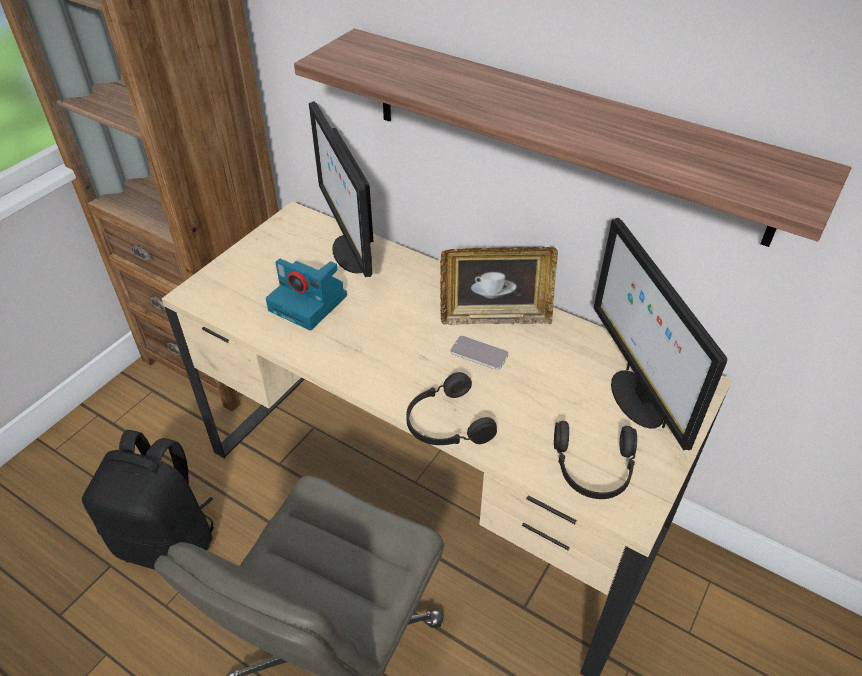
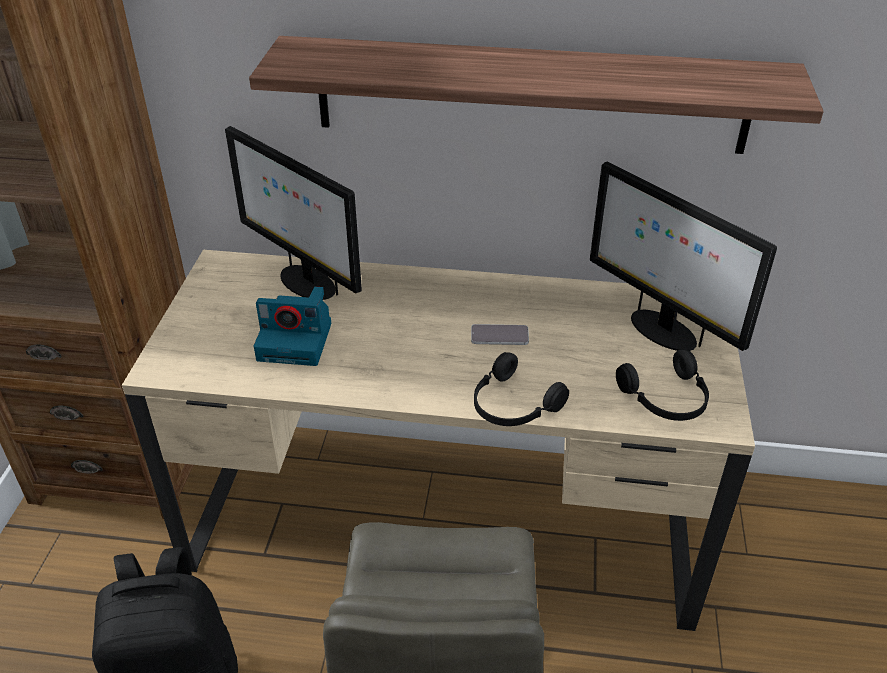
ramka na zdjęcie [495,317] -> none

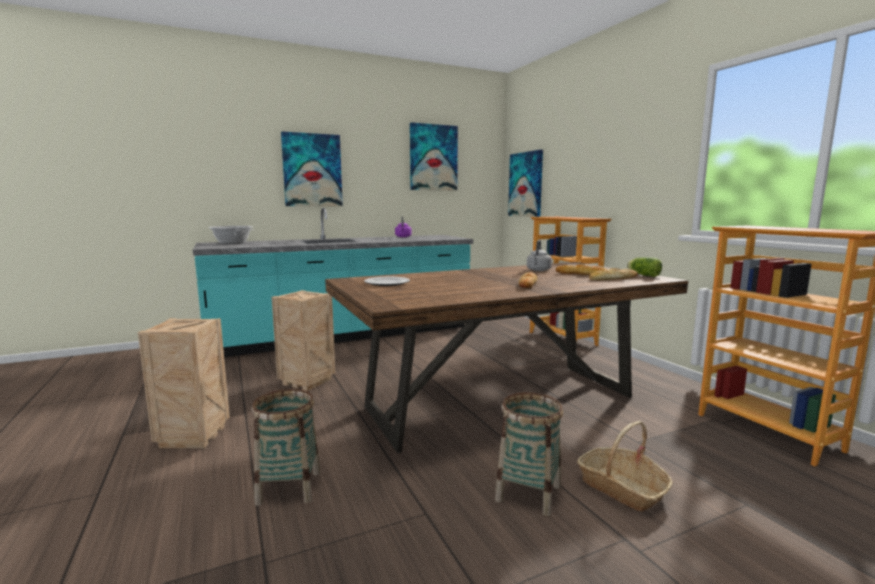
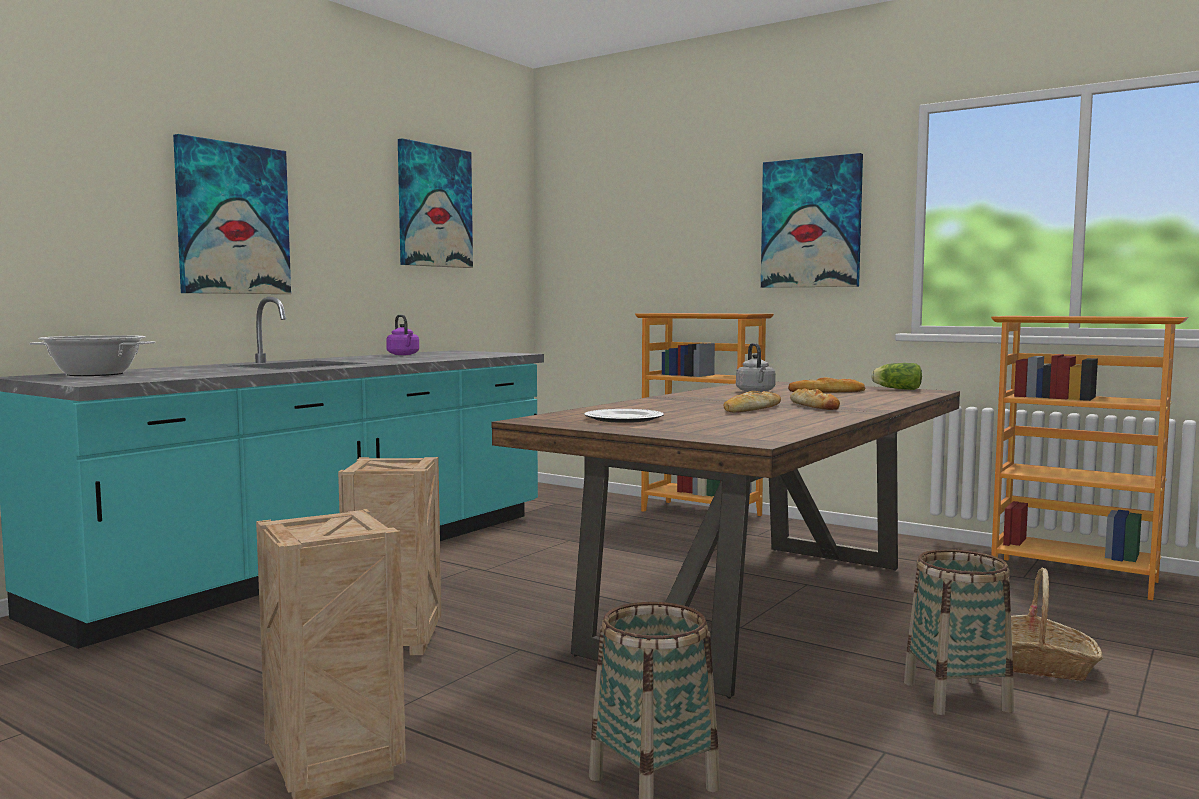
obraz [526,184] -> obraz [811,223], move
chleb [612,279] -> chleb [752,409], move

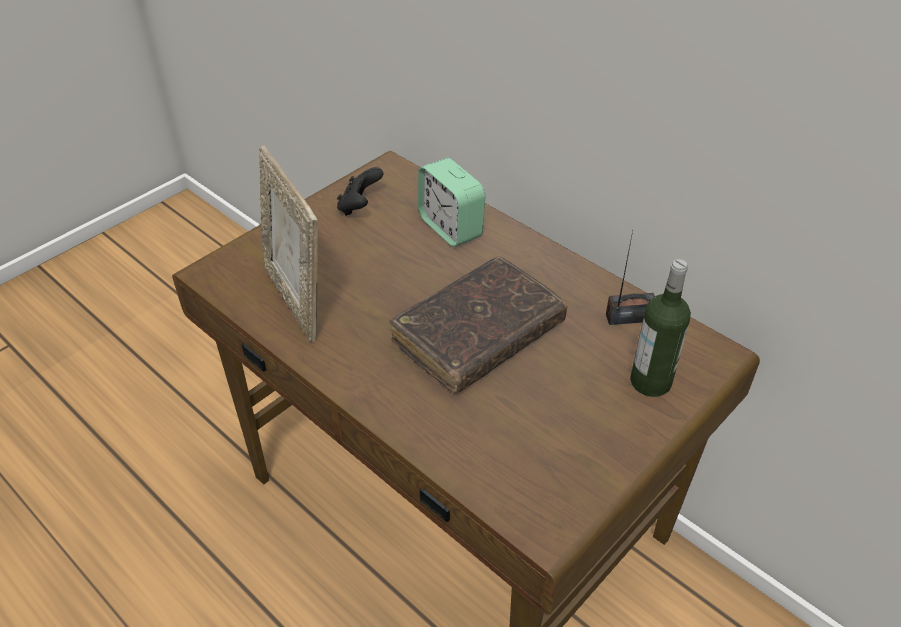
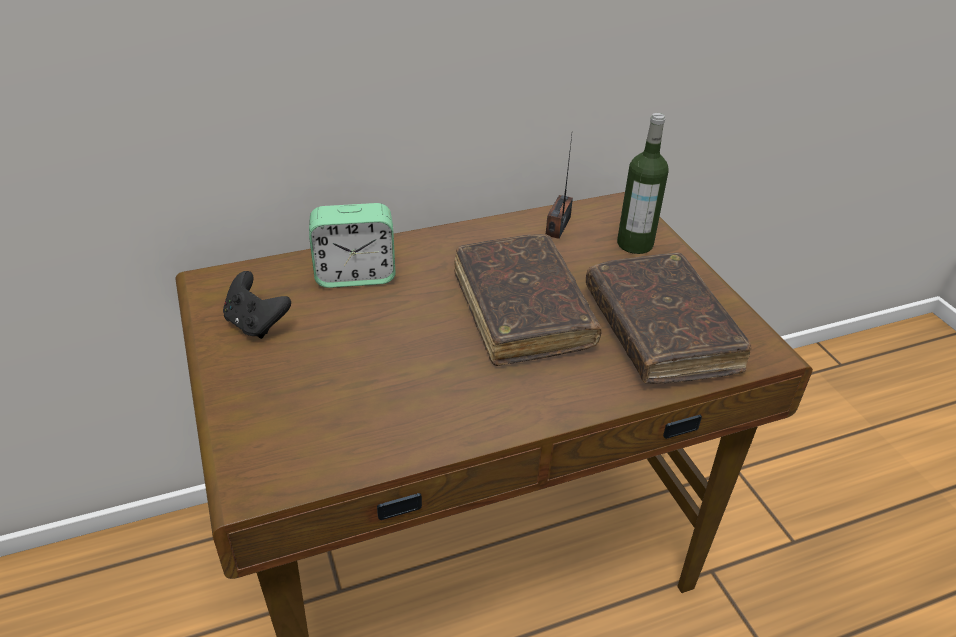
ramka na zdjęcie [297,299] -> none
none -> książka (brązowy) [660,331]

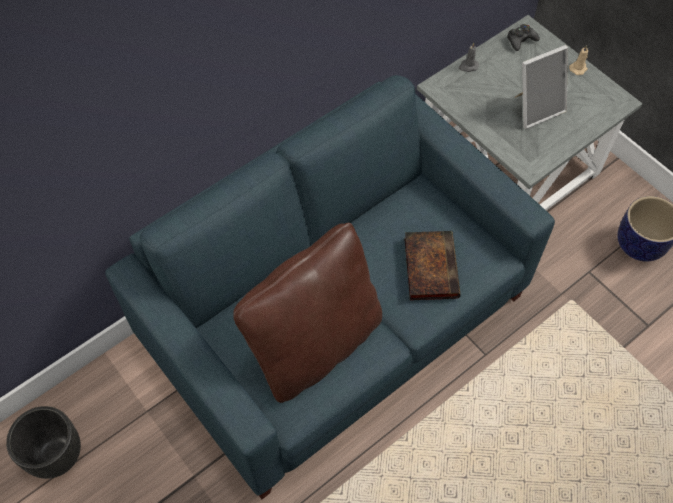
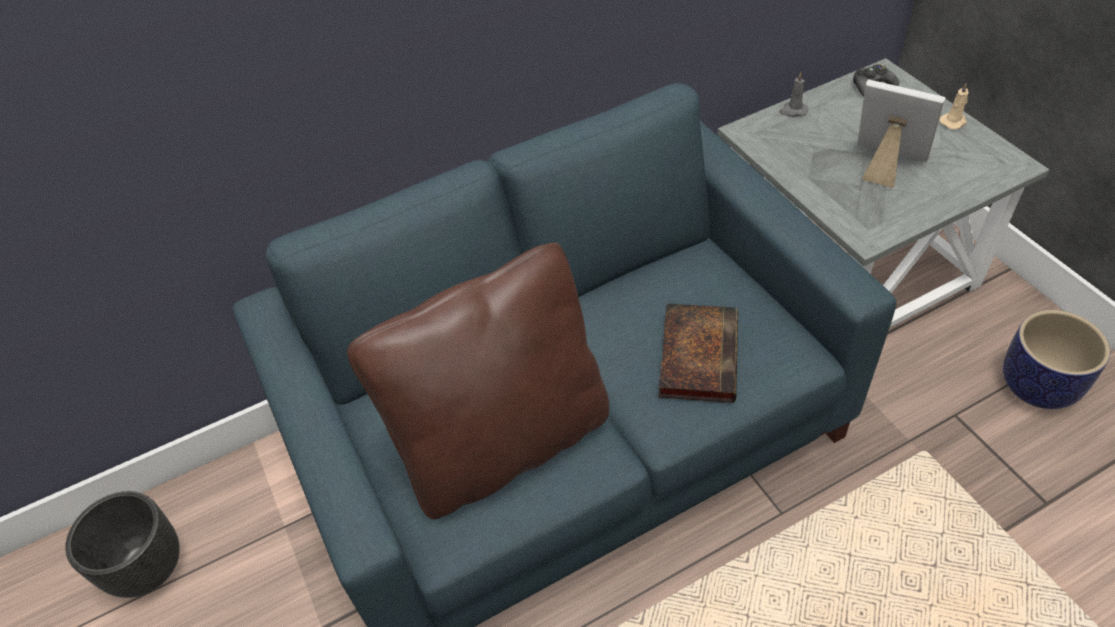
ramka na zdjęcie [536,108] -> ramka na zdjęcie [885,165], 135 degrees counterclockwise

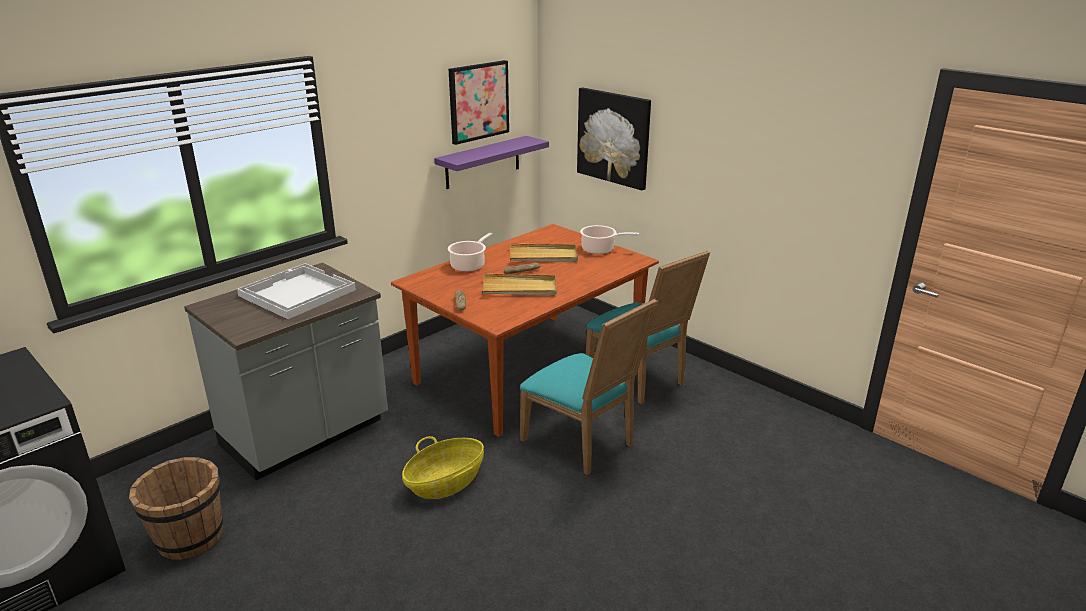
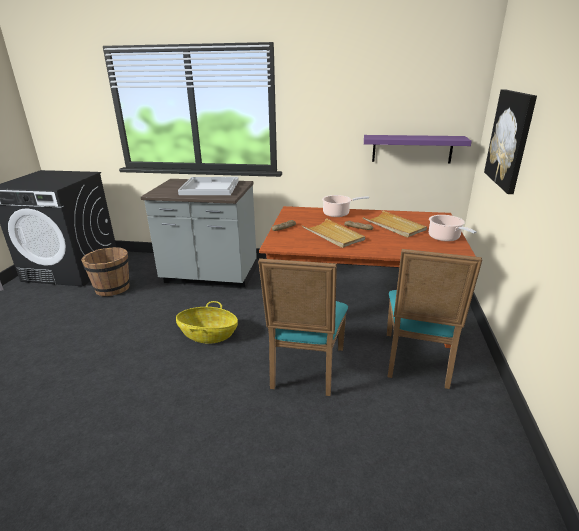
obraz [478,101] -> none

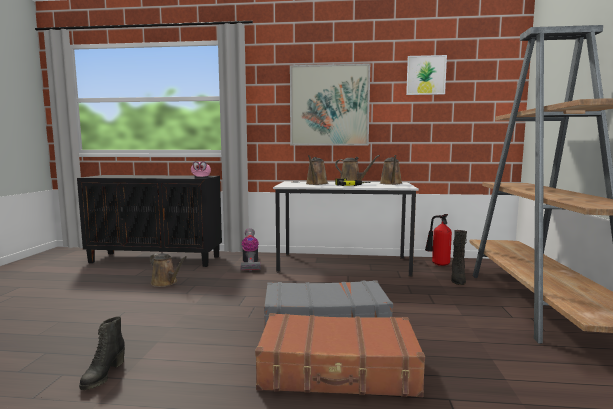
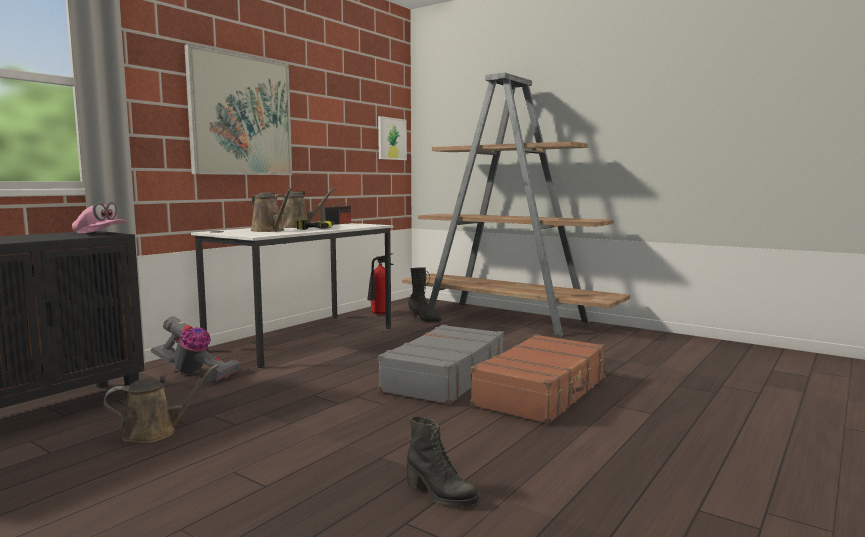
obraz [426,75] -> obraz [391,139], move
konewka (brązowy) [391,183] -> radio [336,224]

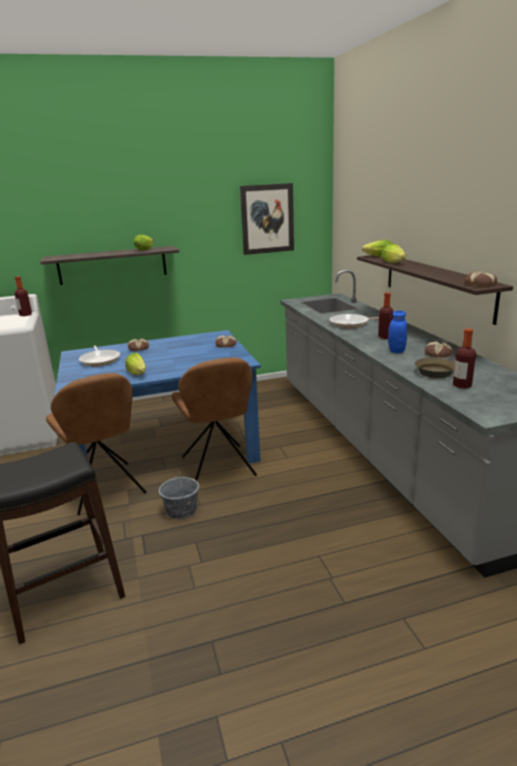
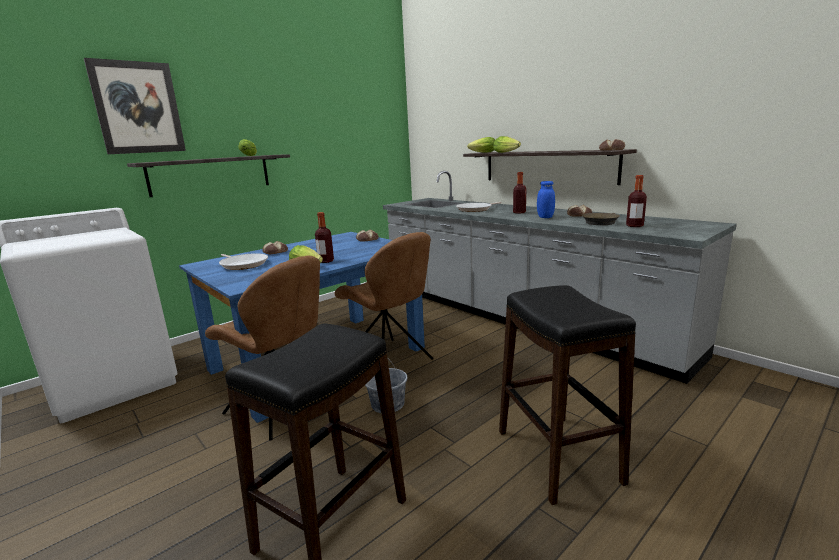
obraz [267,219] -> obraz [138,108], move
butelka [25,315] -> butelka [326,261], move
none -> stołek (czarny) [558,456]

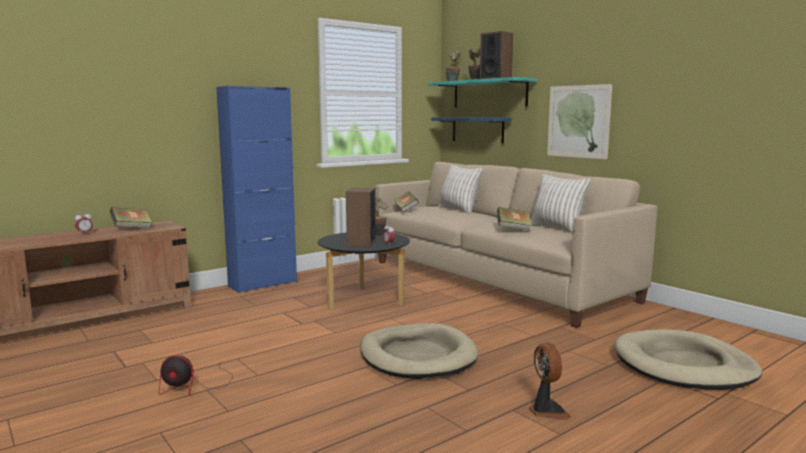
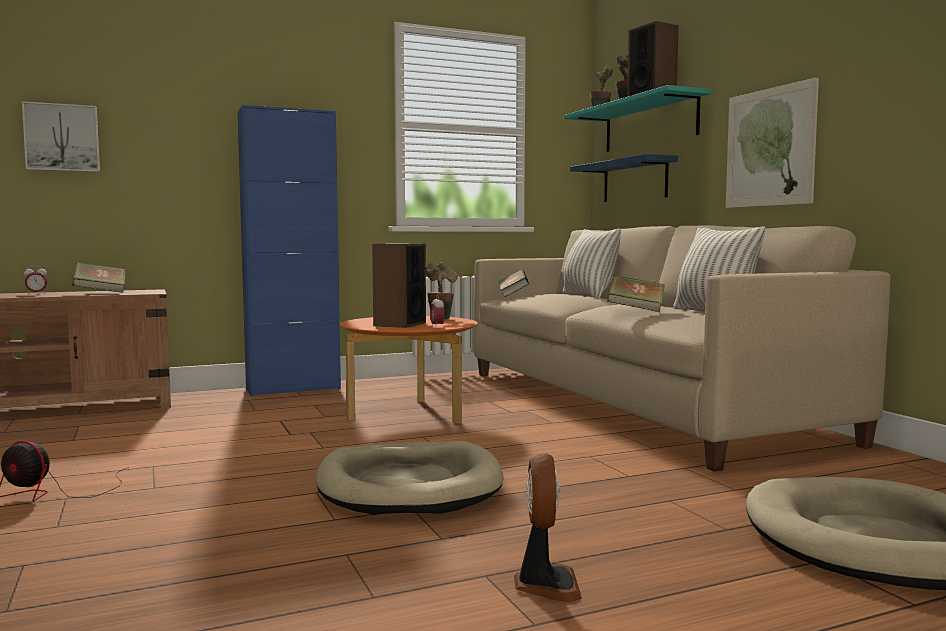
ława (czarny) [364,299] -> ława (pomarańczowy) [409,413]
none -> obraz [62,138]

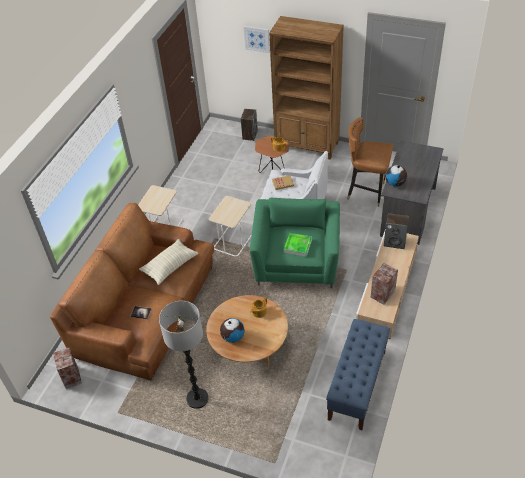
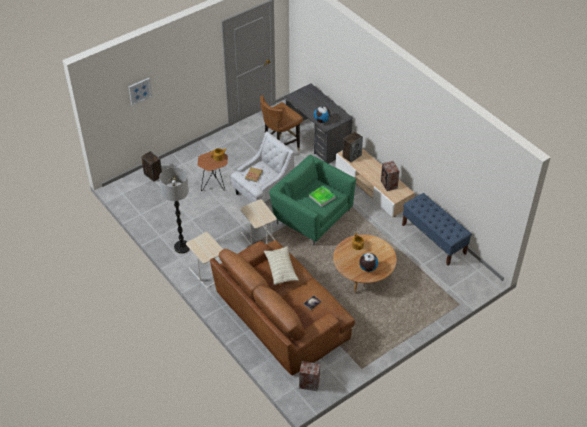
regał (brązowy) [307,146] -> none
lampa stojąca [197,399] -> lampa stojąca [182,247], move

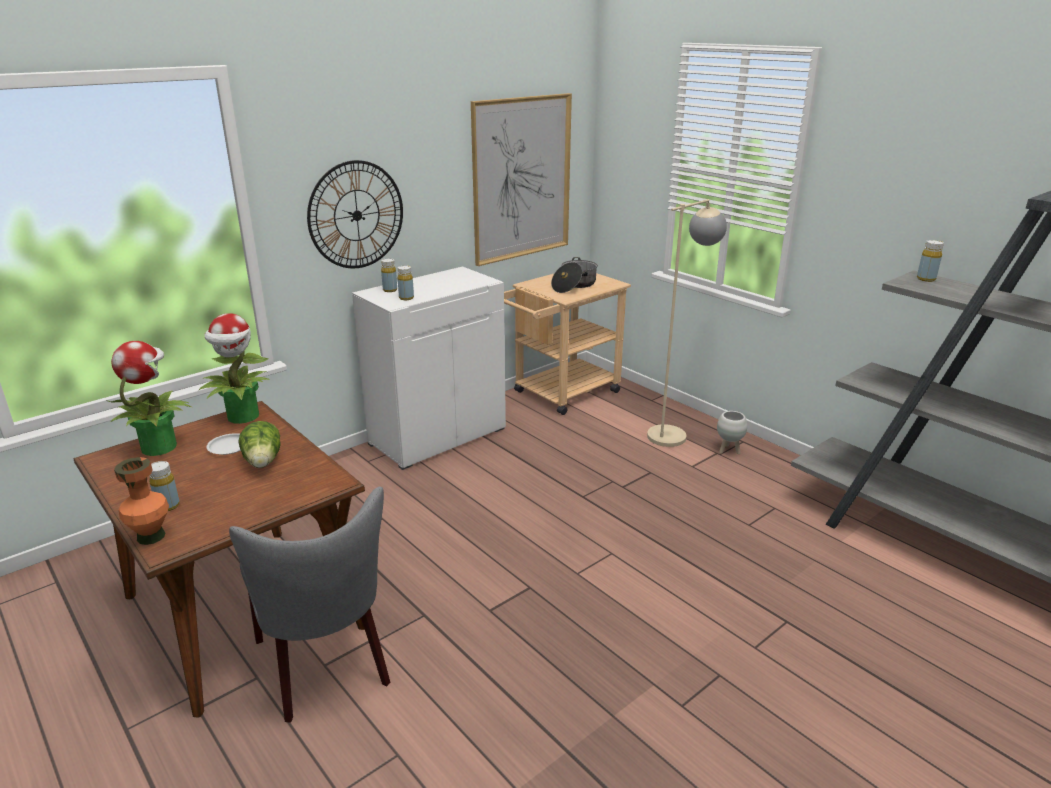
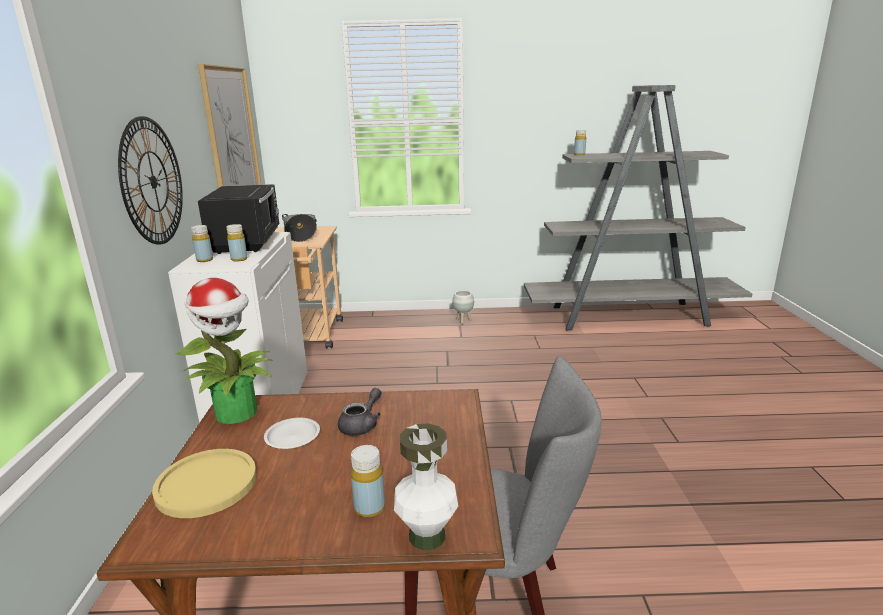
lampa stojąca (beżowy) [674,432] -> none
roślina doniczkowa [159,446] -> talerz (żółty) [206,484]
sałata [263,462] -> imbryk (szary) [362,425]
wazon (pomarańczowy) [150,536] -> wazon (biały) [426,536]
none -> mikrofalówka (czarny) [248,242]

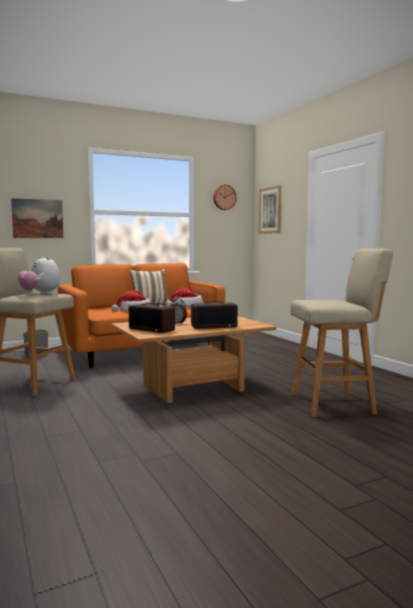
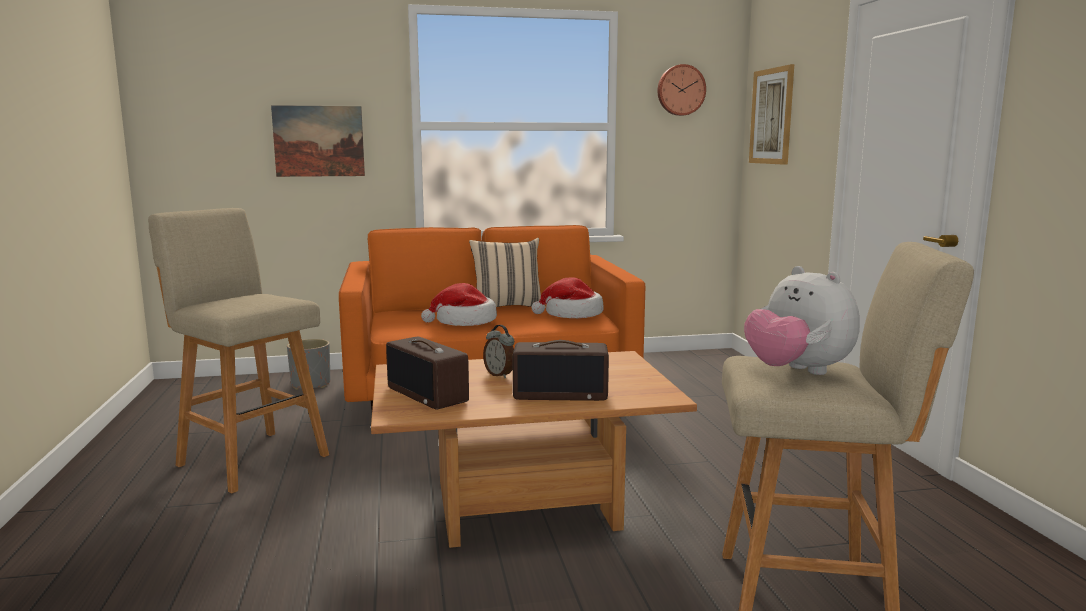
pluszak [40,294] -> pluszak [797,372], move

